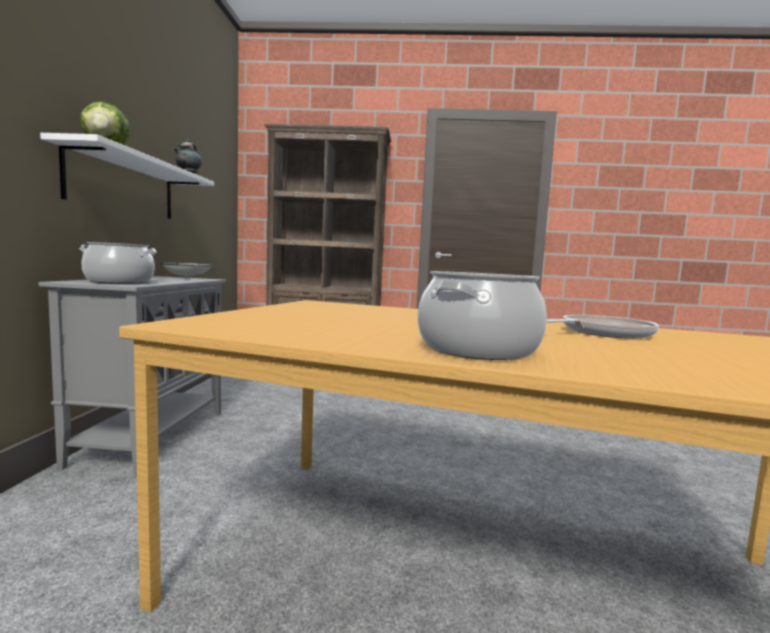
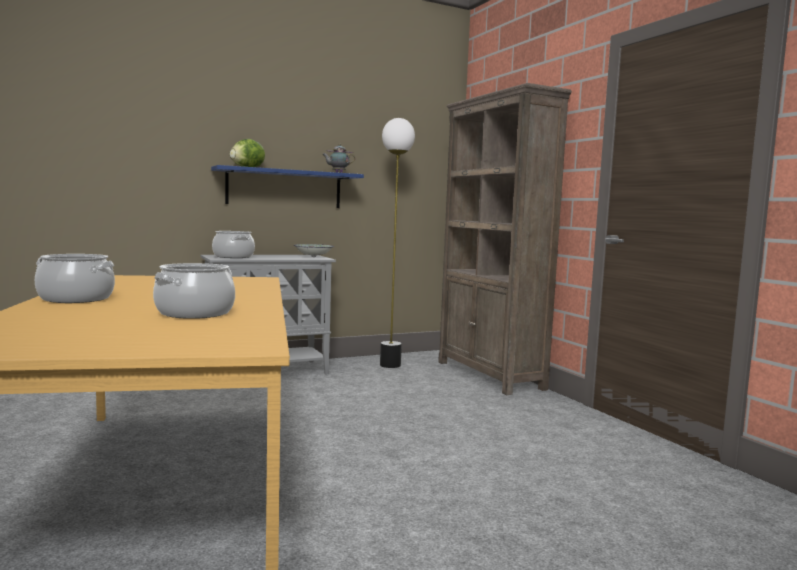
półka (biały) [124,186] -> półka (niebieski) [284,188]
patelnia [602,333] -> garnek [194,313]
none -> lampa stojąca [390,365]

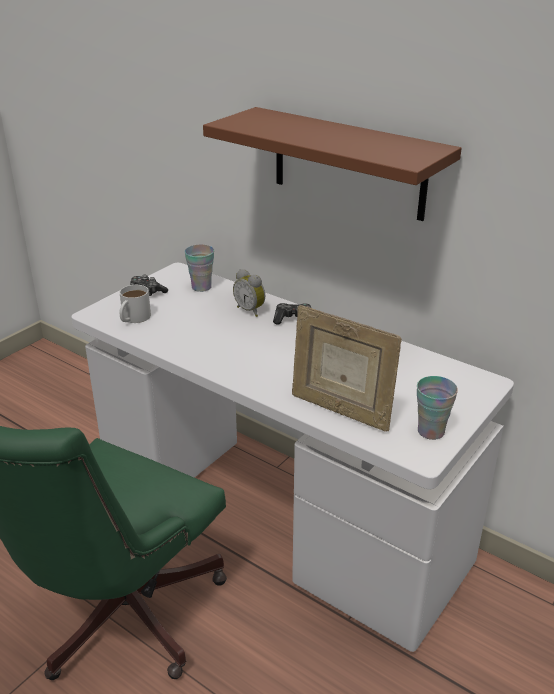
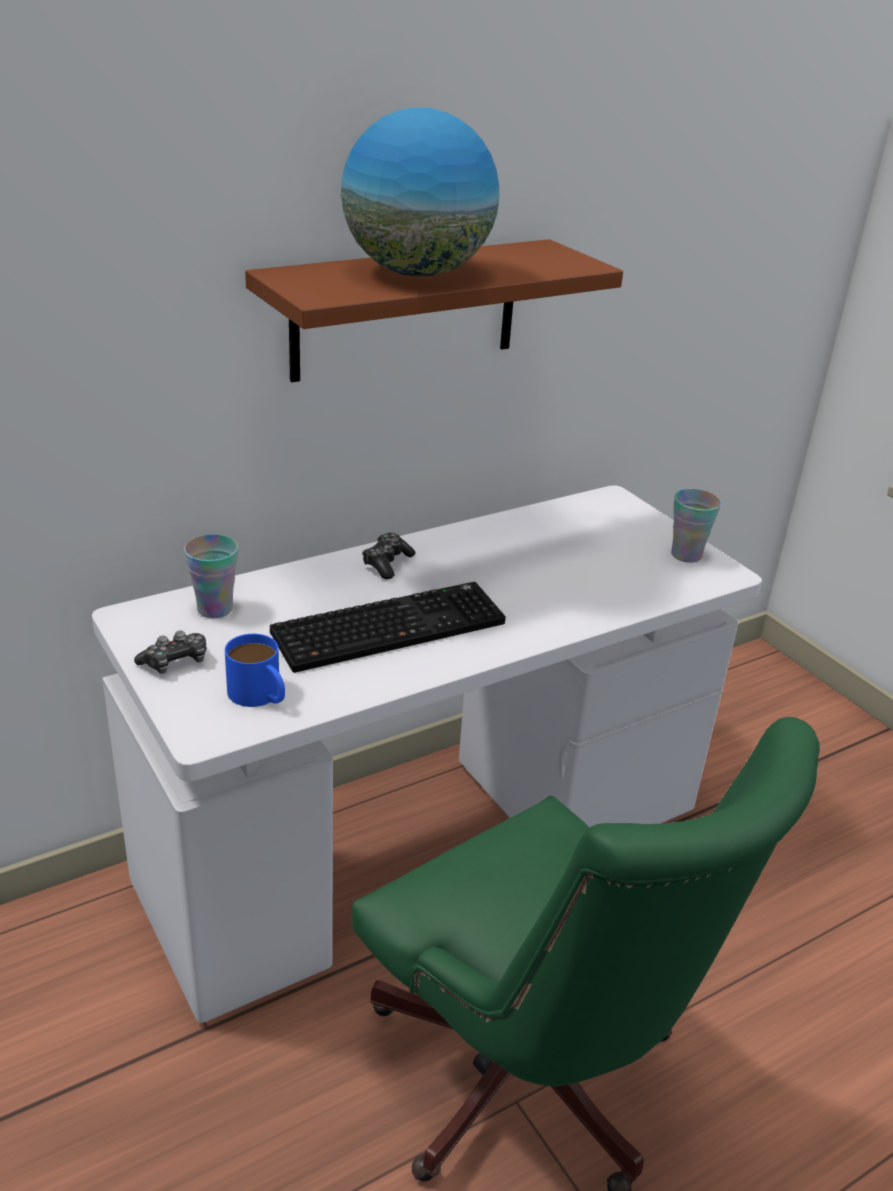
budzik [251,310] -> none
kubek (biały) [133,318] -> kubek (niebieski) [260,696]
ramka na zdjęcie [340,410] -> none
none -> globus [416,273]
none -> klawiatura [390,626]

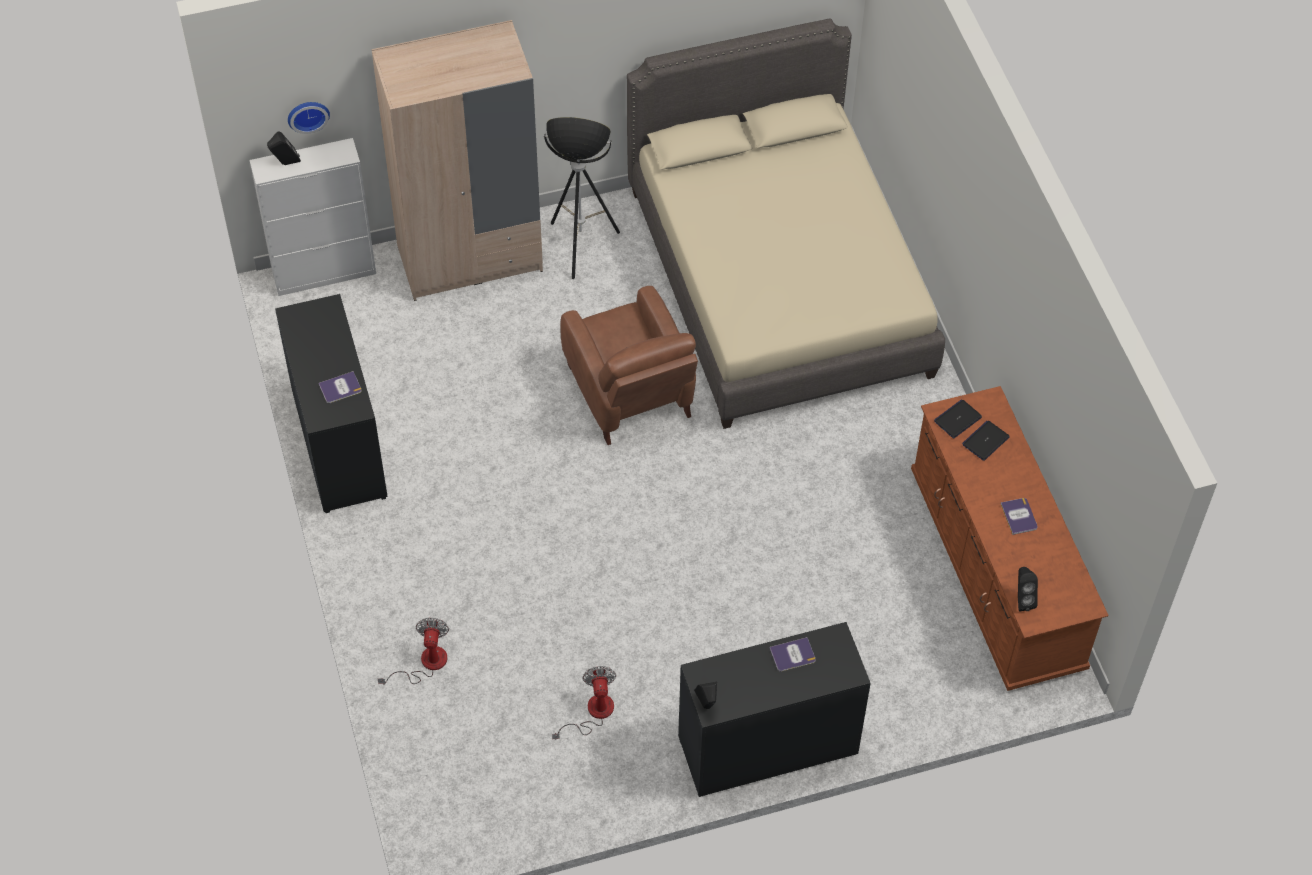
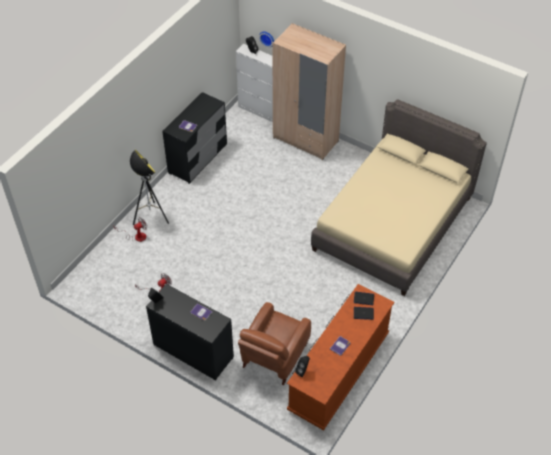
lampa stojąca [580,247] -> lampa stojąca [150,217], move
fotel (brązowy) [630,394] -> fotel (brązowy) [273,357], move

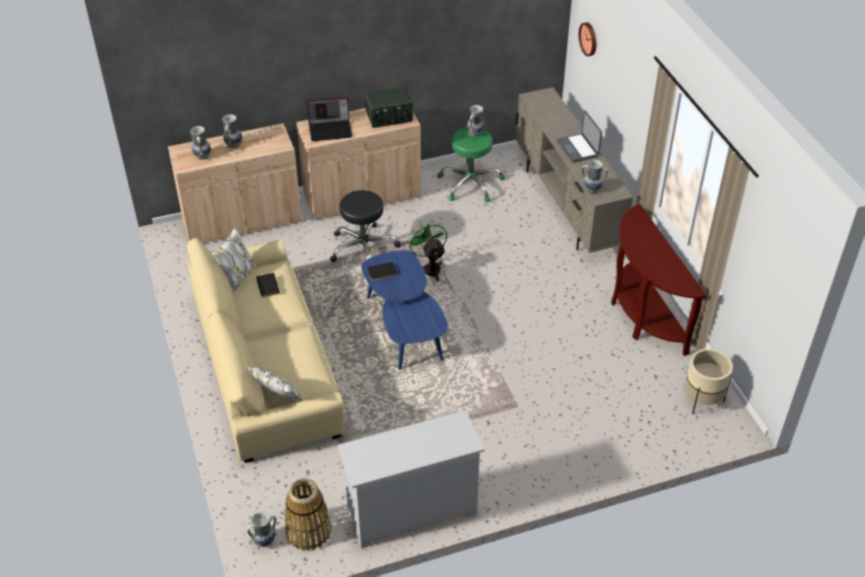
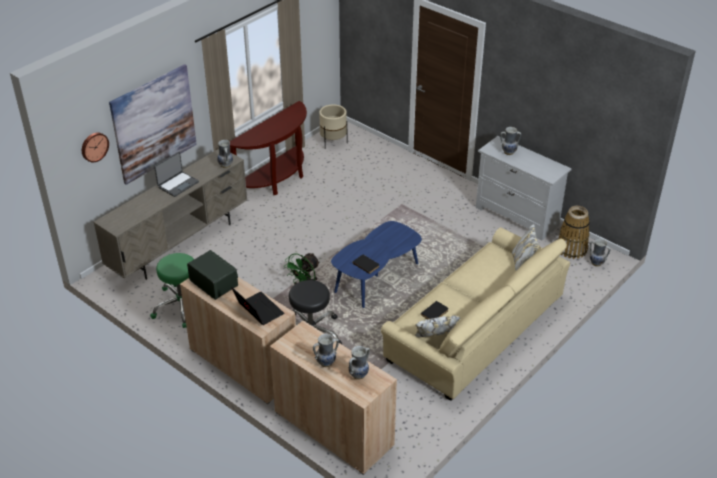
wazon [475,133] -> wazon [508,152], move
none -> obraz [154,123]

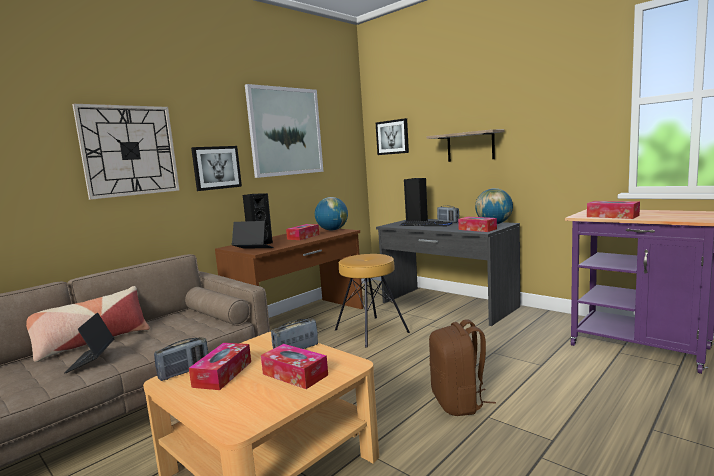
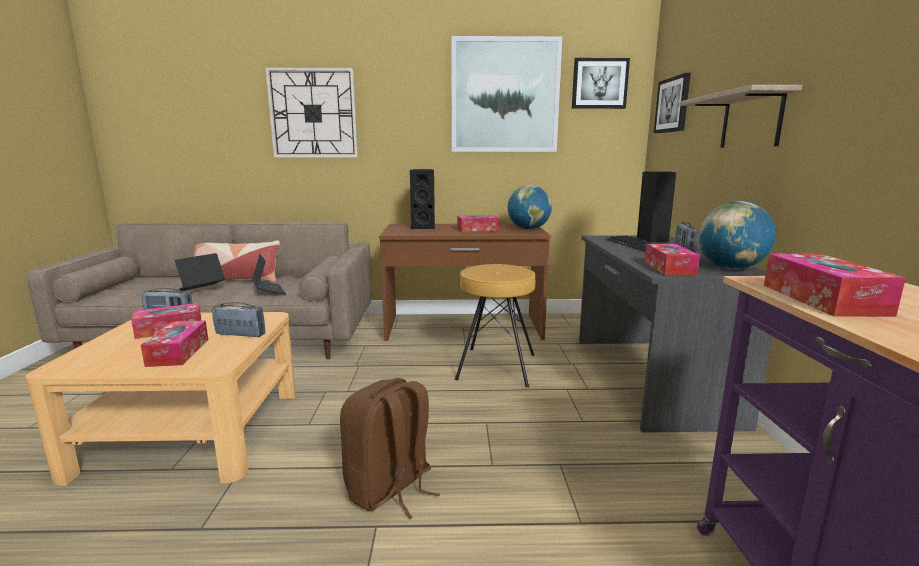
obraz [216,167] -> obraz [599,83], move
laptop [253,250] -> laptop [269,291], move

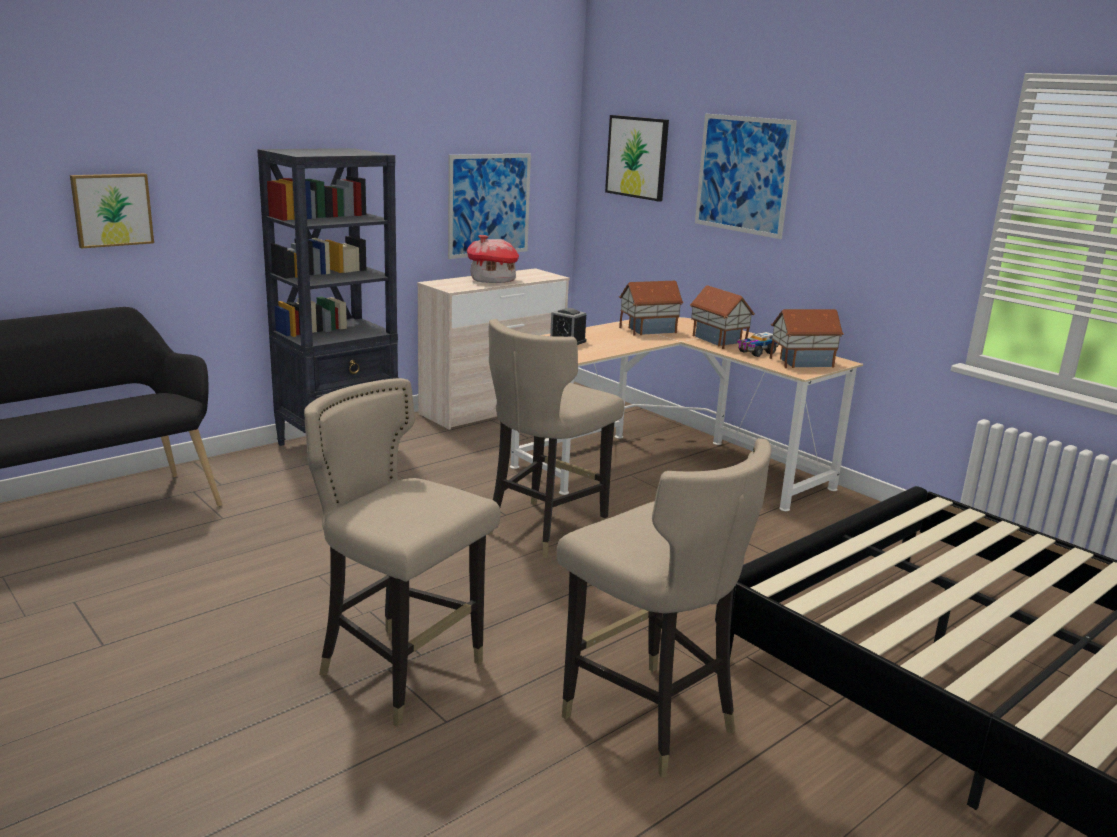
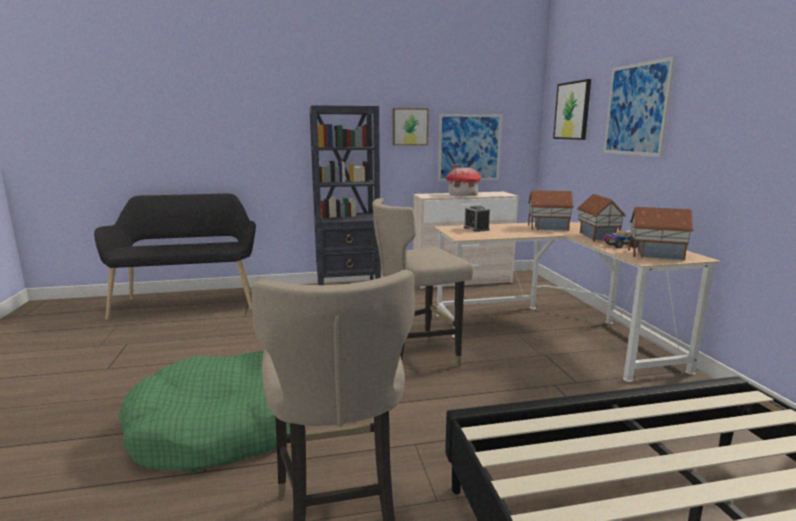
obraz [112,209] -> obraz [410,126], move
stołek (beżowy) [401,672] -> legowisko (zielony) [221,428]

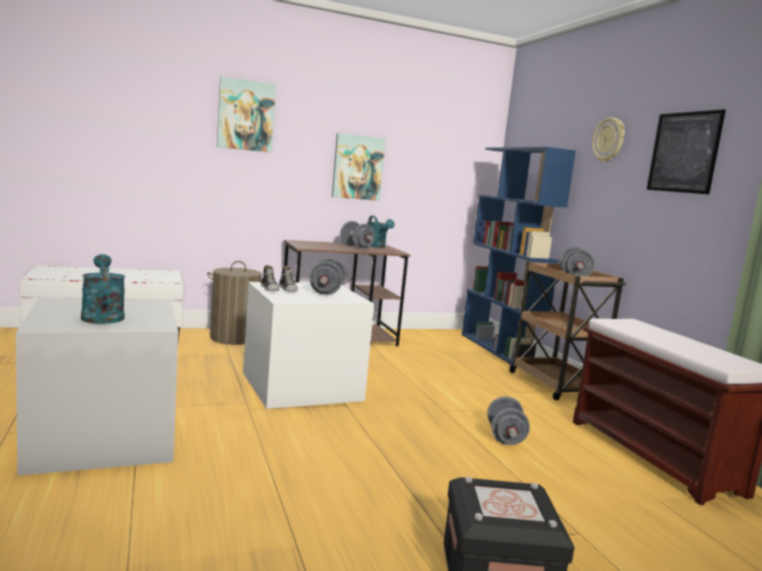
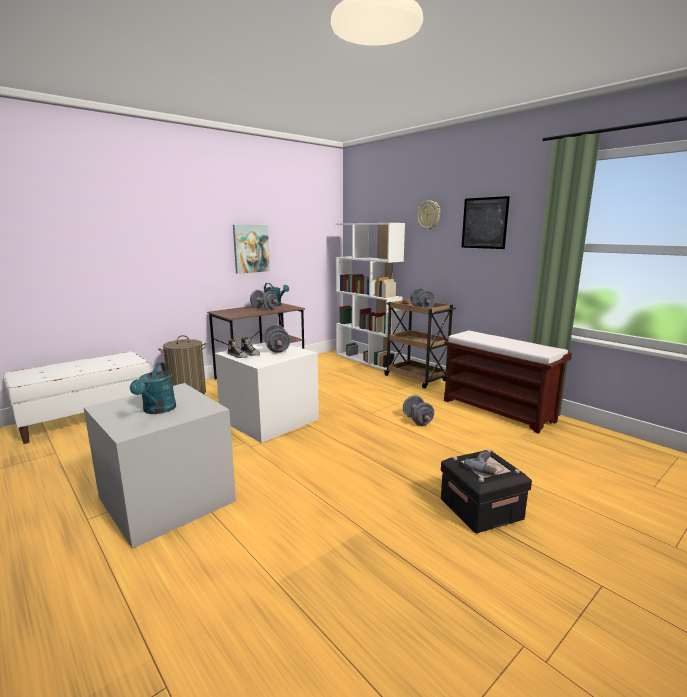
obraz [246,115] -> none
regał (niebieski) [500,349] -> regał (biały) [367,360]
konewka (turkusowy) [102,316] -> konewka (turkusowy) [157,410], 135 degrees counterclockwise
none -> wiertarka [485,466]

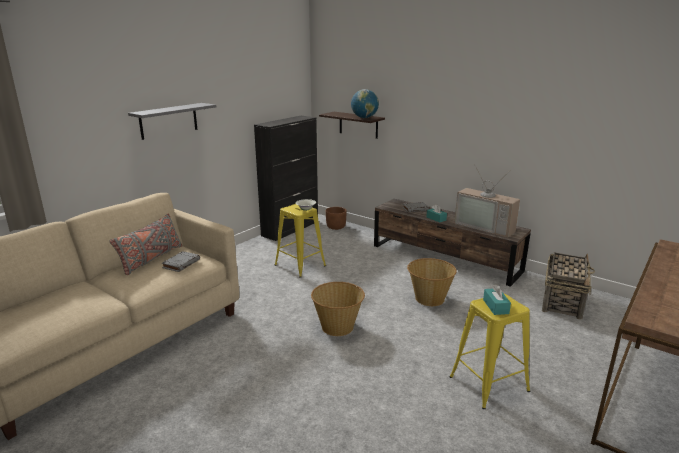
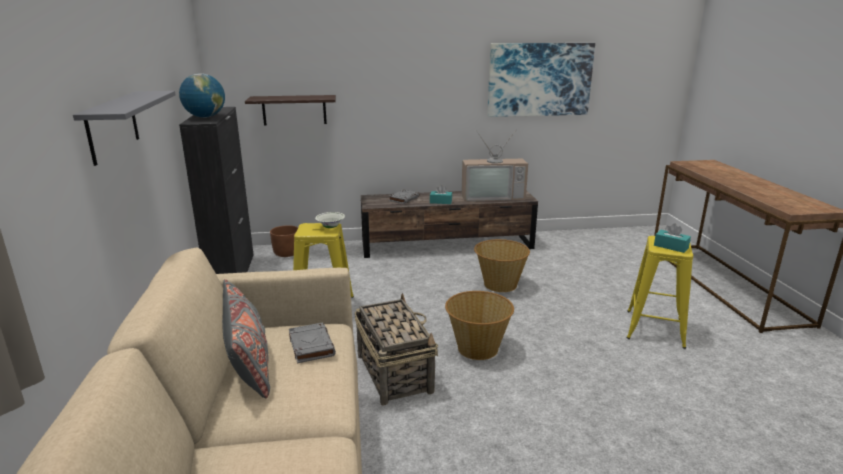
globus [364,118] -> globus [205,117], move
koszyk [562,301] -> koszyk [394,372], move
none -> obraz [539,79]

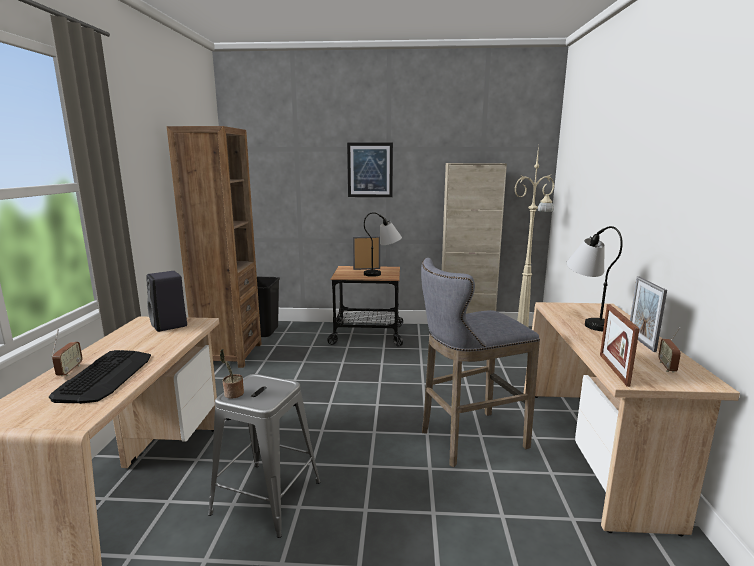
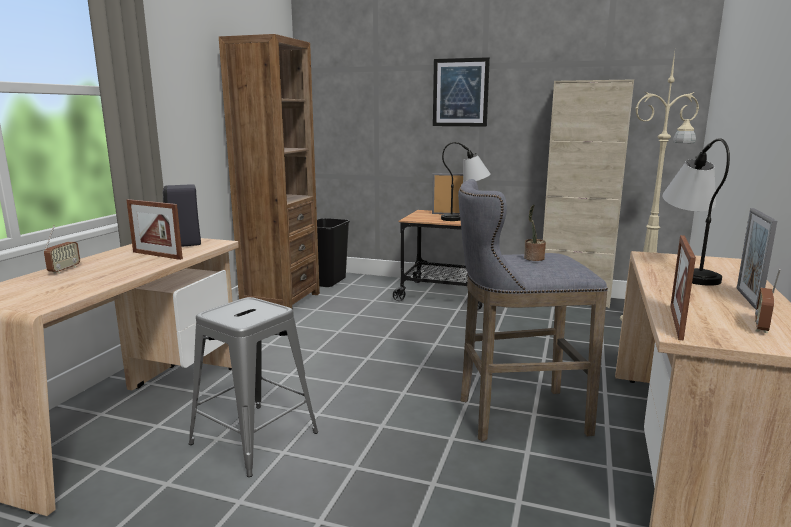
roślina doniczkowa [233,394] -> roślina doniczkowa [533,258], move
klawiatura [106,376] -> none
none -> ramka na zdjęcie [157,255]

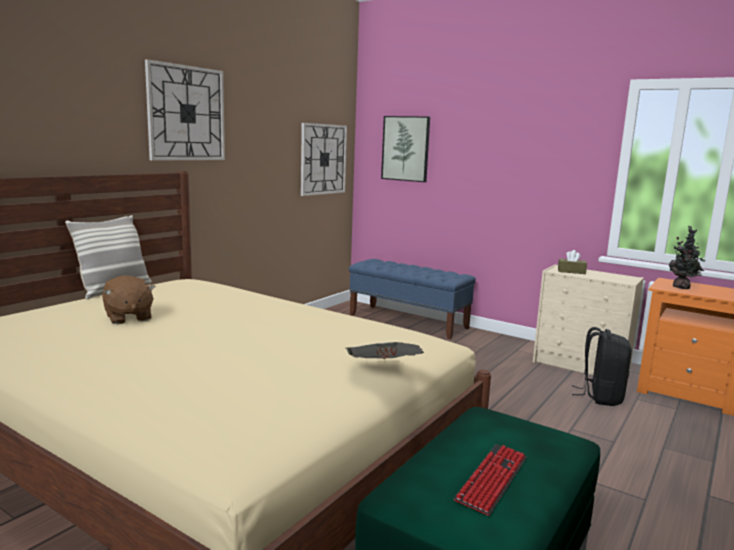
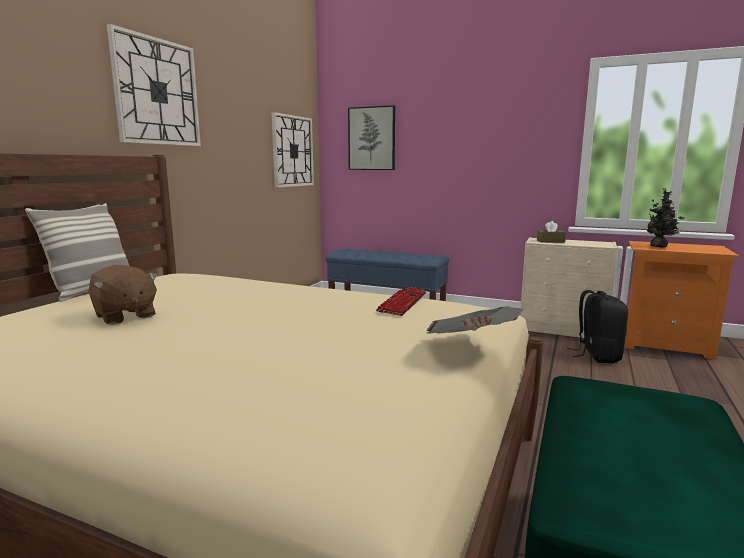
klawiatura [492,479] -> klawiatura [402,303], move

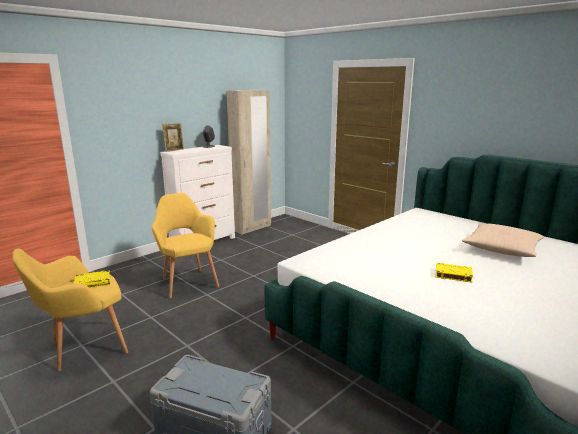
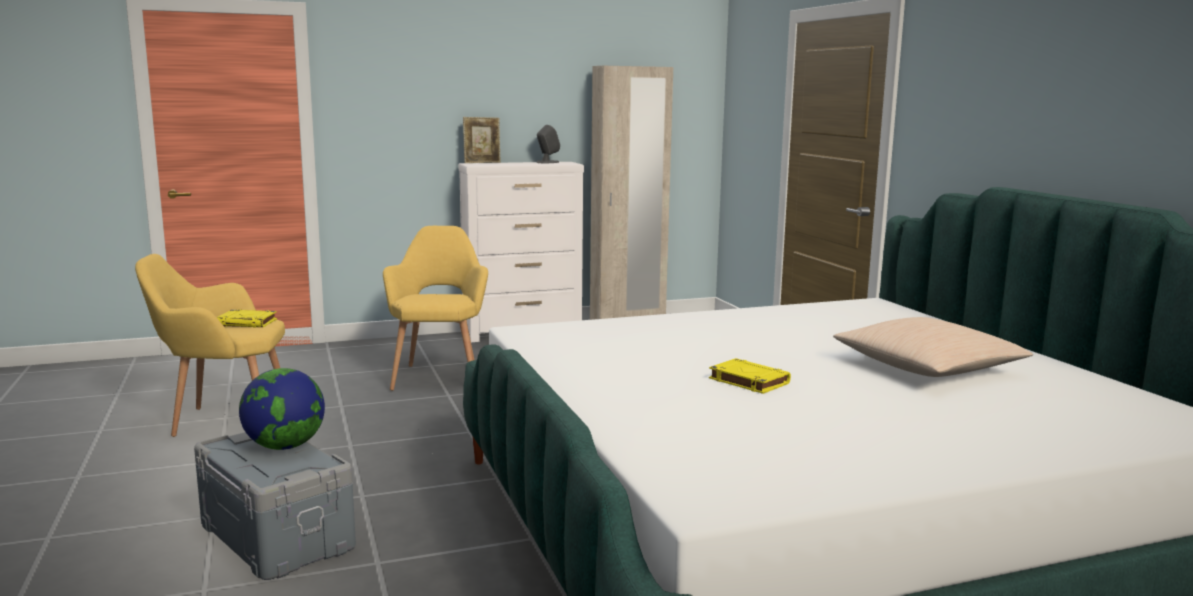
none -> globus [285,446]

